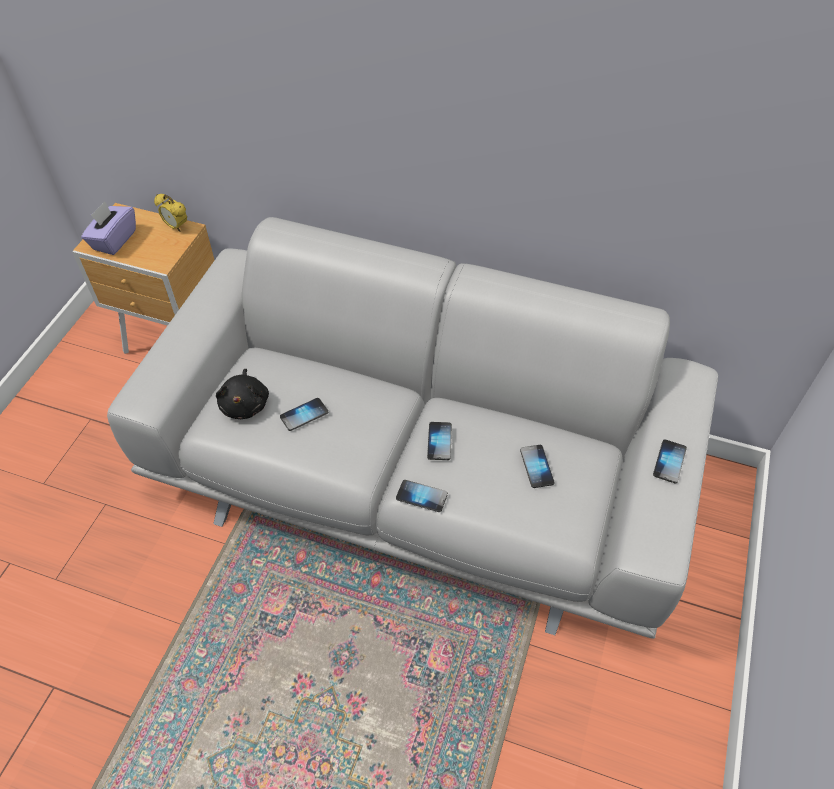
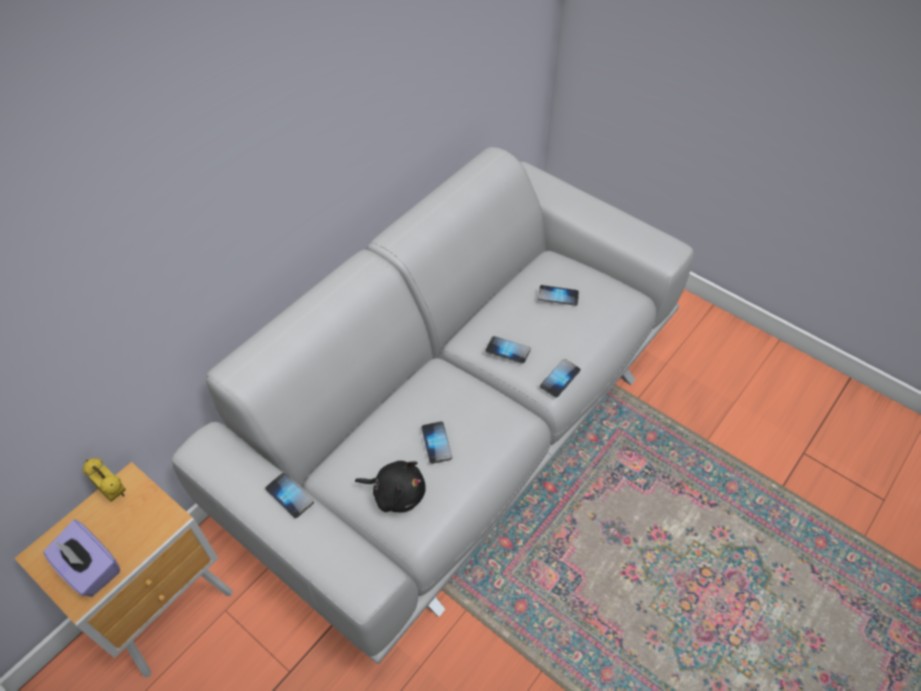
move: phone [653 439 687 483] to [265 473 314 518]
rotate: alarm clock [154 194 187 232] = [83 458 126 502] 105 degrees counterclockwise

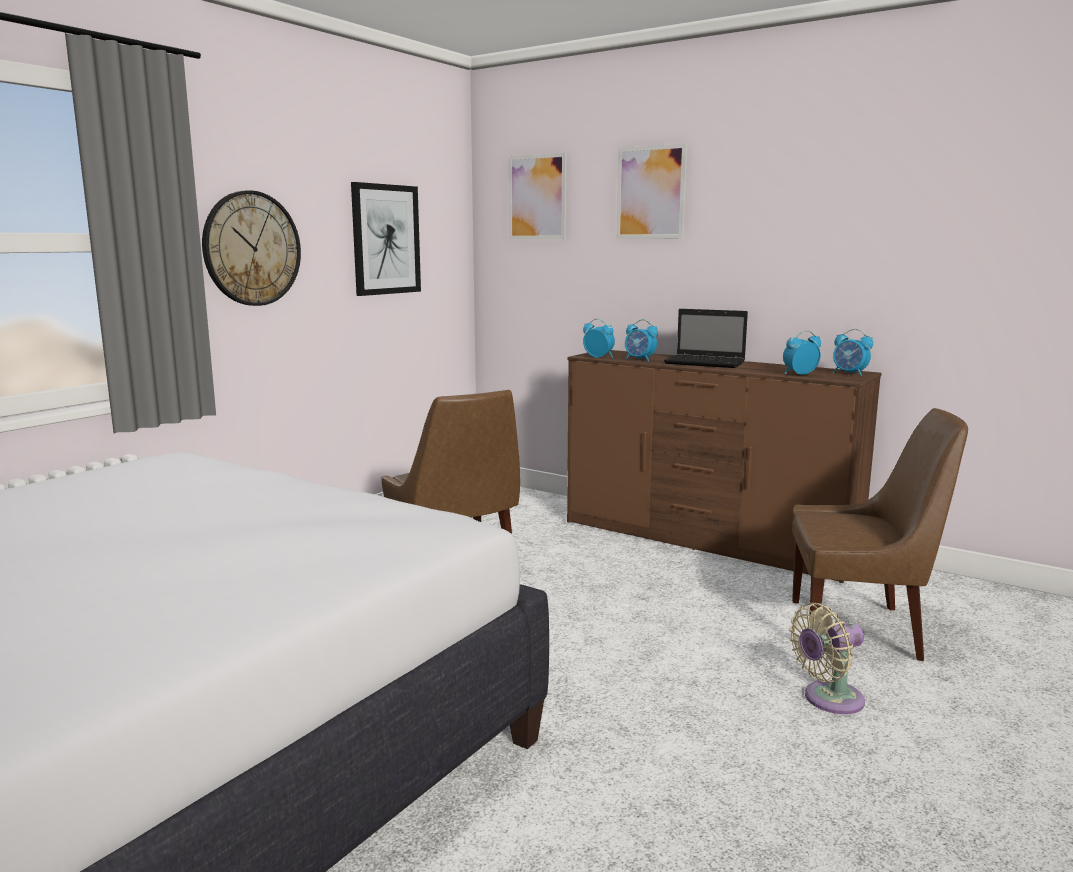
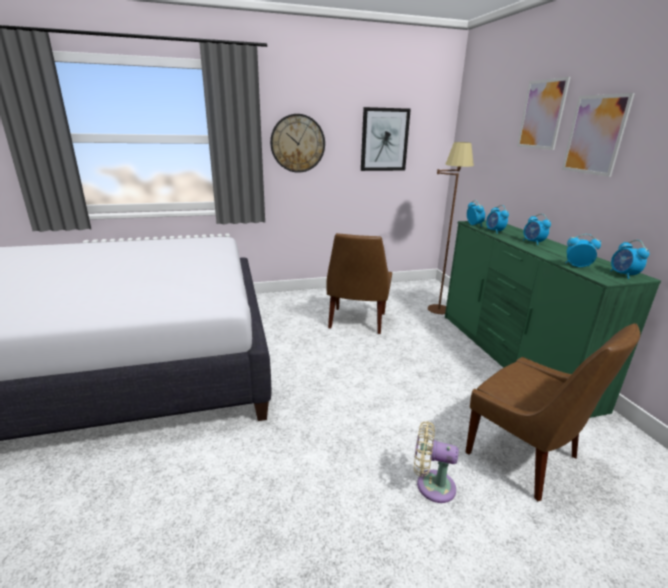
insert: brown floor lamp [428 142 474 314]
move: wall art [508 153 566 239] to [562 93 635 177]
replace: notebook computer [664 309 748 368] to alarm clock [523 214 551 245]
recolor: brown chest of drawers [567 350 882 583] to green chest of drawers [445 220 661 418]

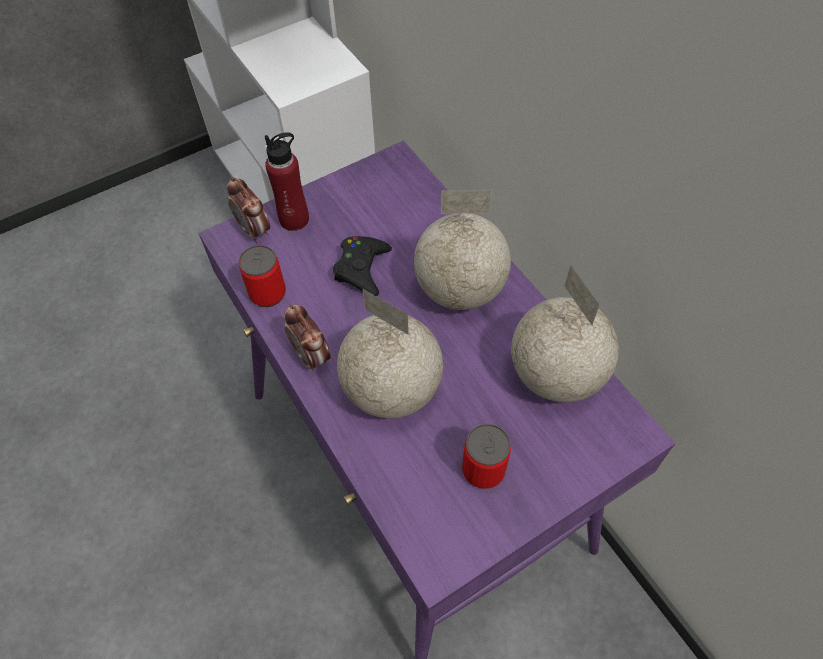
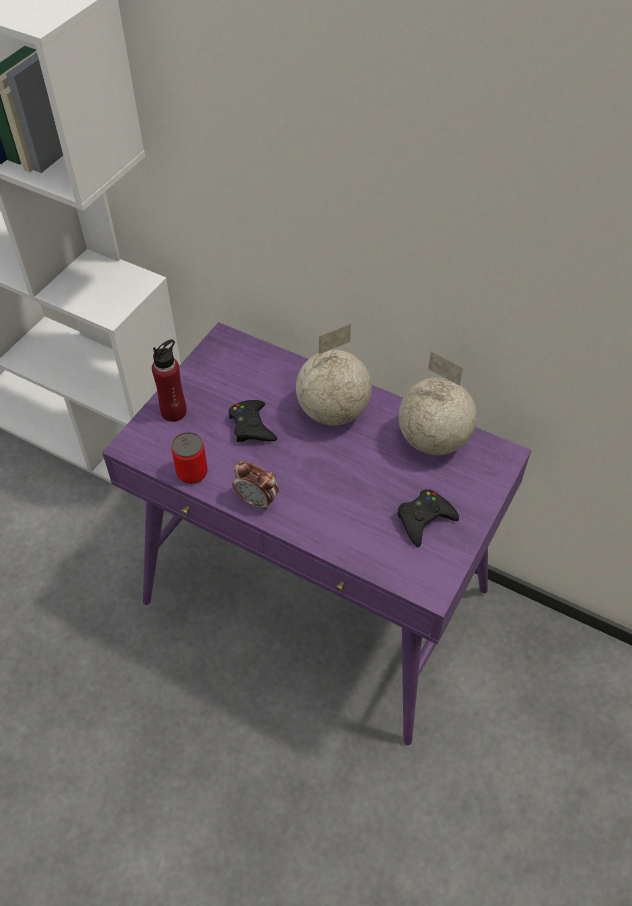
delete: alarm clock [227 177 270 243]; globe [337 289 443 418]
replace: can [462 424 511 489] to black joypad [398 489 459 547]

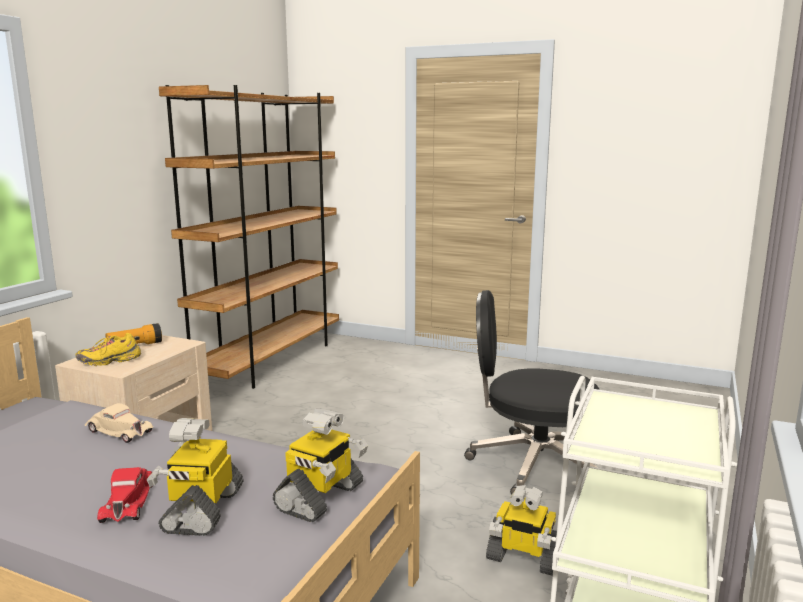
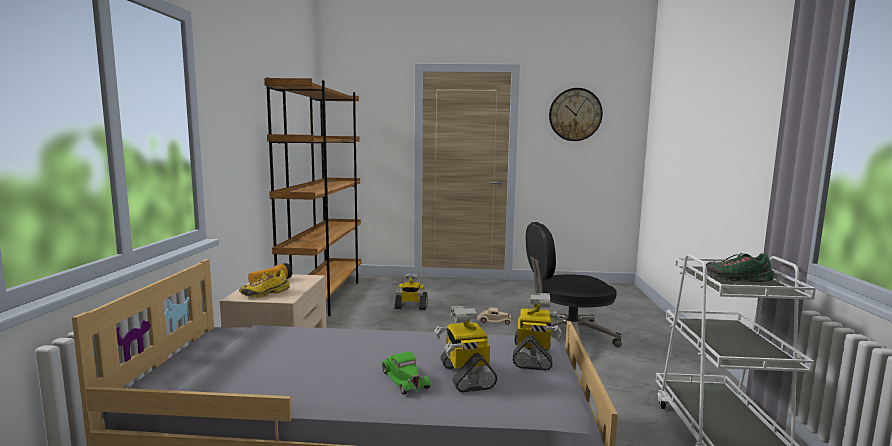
insert: clock on the wall [549 88 603 141]; green item of footwear [706 253 774 282]
move: model robot [486 485 557 576] to [395 273 428 310]; beige miniature car [85 403 153 443] to [477 307 511 324]
recolor: red-coloured miniature car [97 467 153 523] to green miniature car [381 352 431 395]

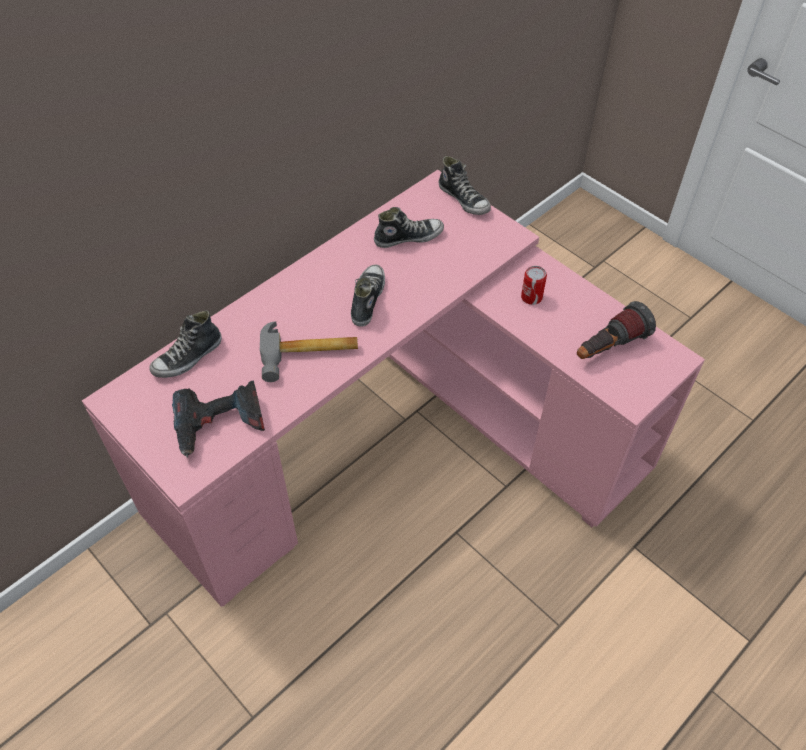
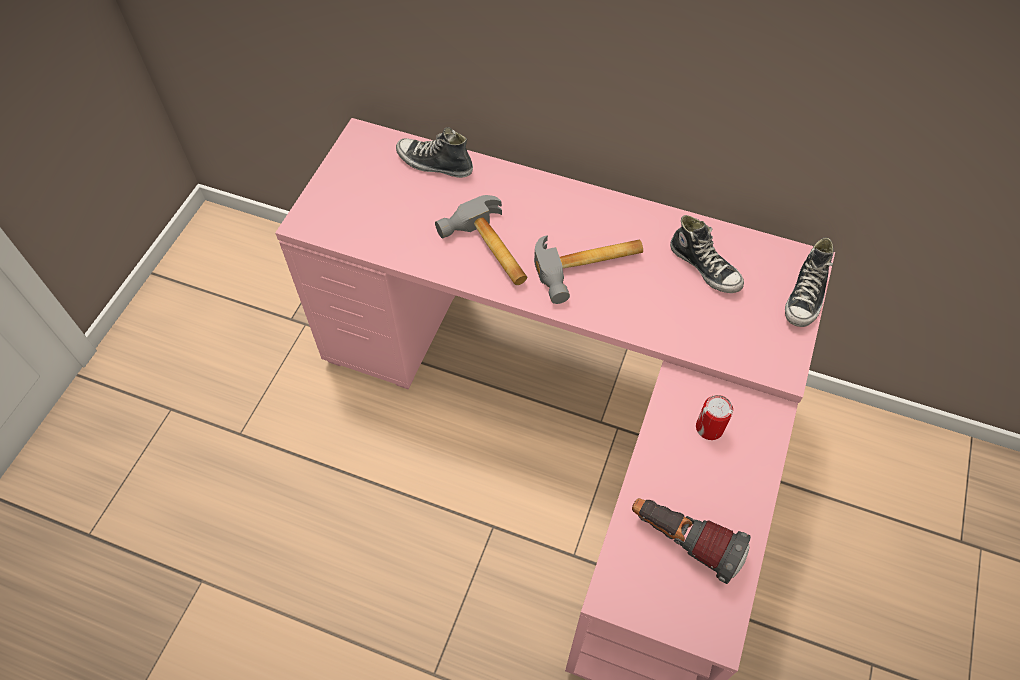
delete: drill [172 380 265 457]
replace: item of footwear [351 264 385 327] to hand hammer [534 235 643 304]

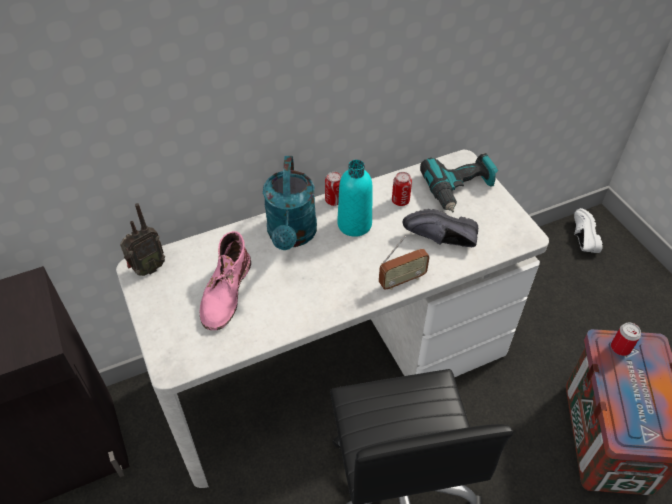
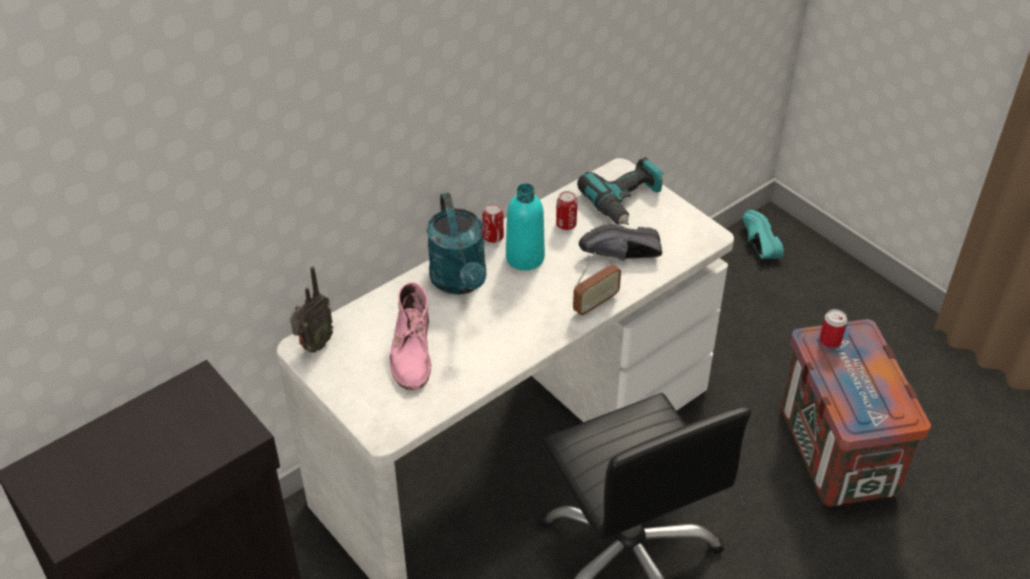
recolor: white item of footwear [574 208 603 253] to turquoise-coloured item of footwear [743 210 784 259]

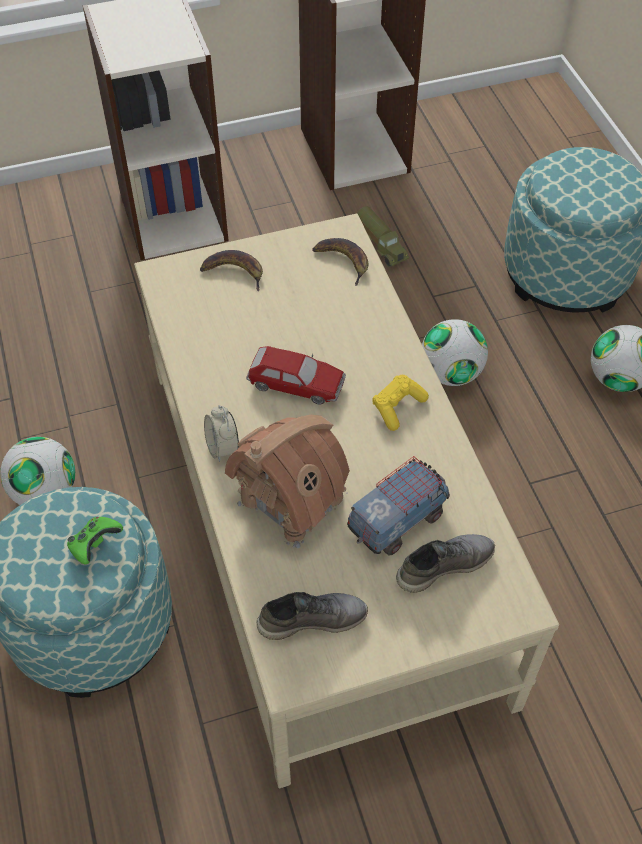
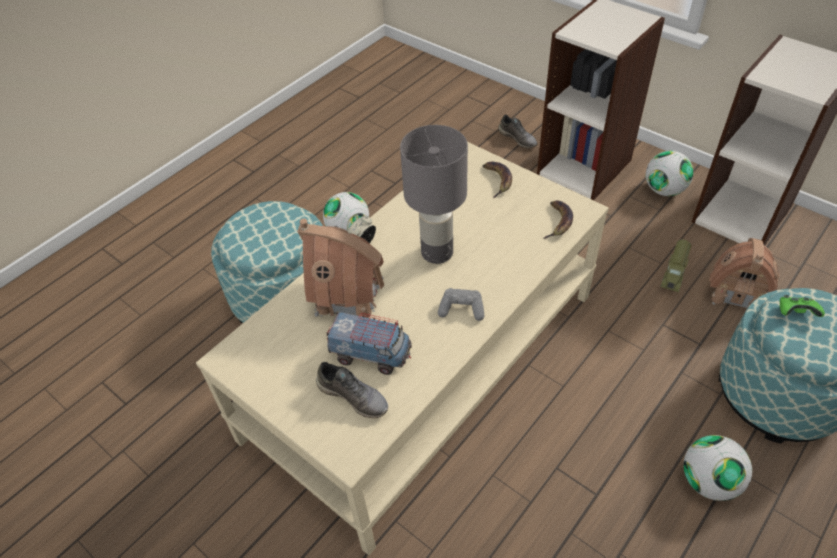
insert: miniature house [709 238 779 308]
move: greyish item of footwear [257 592 368 640] to [498 114 537 148]; ball for football [422 319 488 386] to [646 151 693 196]; green joypad [67 517 123 564] to [780 295 825 317]
replace: miniature car [246 346 346 405] to greyish lamp for a table [400 125 468 264]
recolor: yellowish joypad [372 375 429 431] to greyish joypad [438 288 484 321]

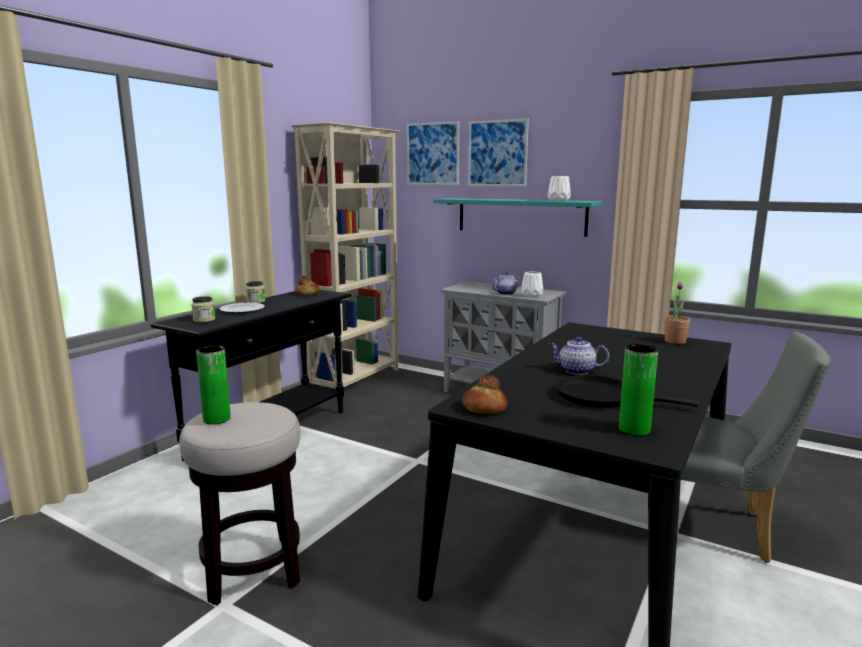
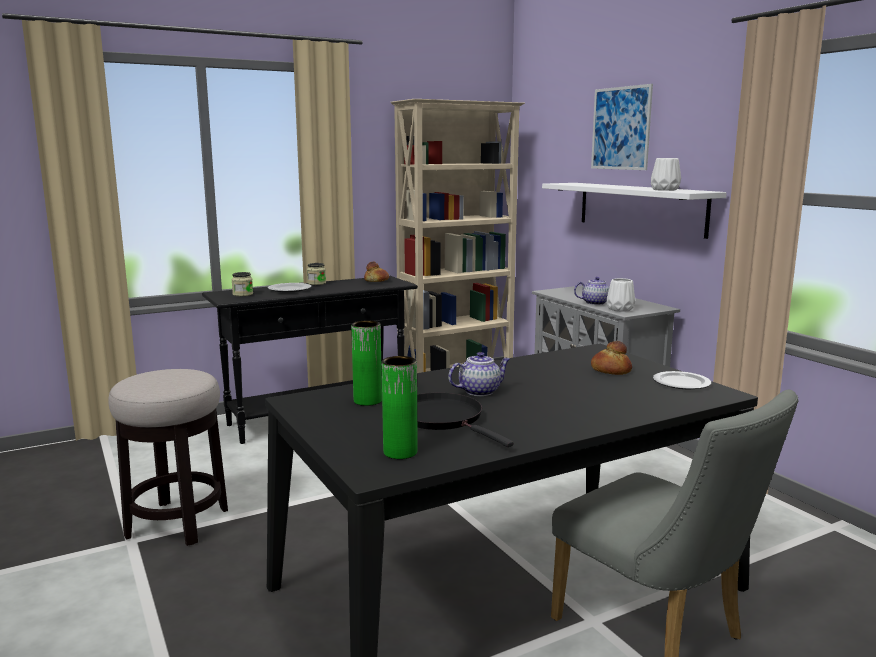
delete: wall art [407 121 459 185]
move: green flower vase [196 345 231 424] to [351 321 382 406]; baked bread [462 375 507 414] to [591 341 632 375]
replace: potted plant [664 282 690 344] to plate [653 371 711 389]
recolor: turquoise-coloured bracket shelf [433 198 603 237] to white bracket shelf [542 183 727 239]
rotate: tea pot [549 337 609 375] = [448 352 510 396] 105 degrees clockwise

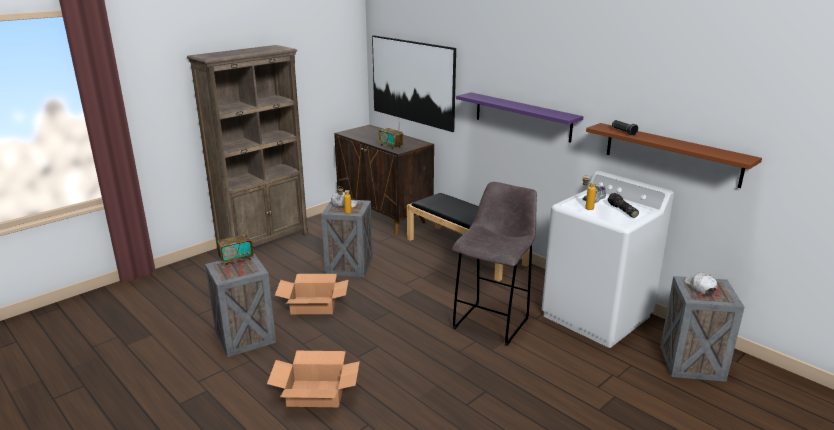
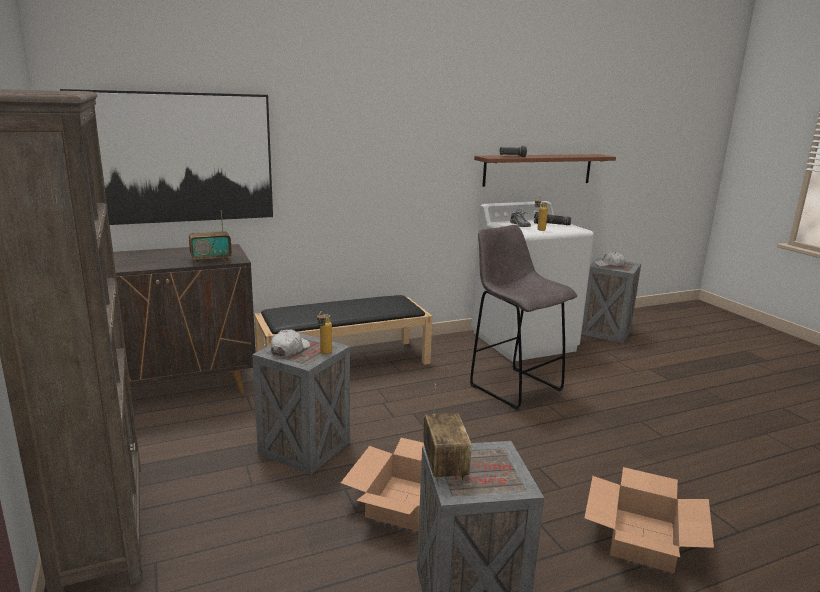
delete: purple bracket shelf [456 92 583 143]

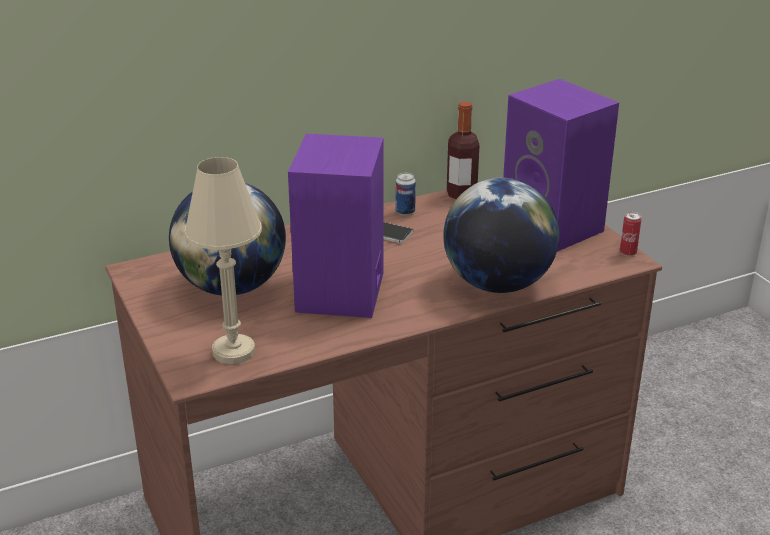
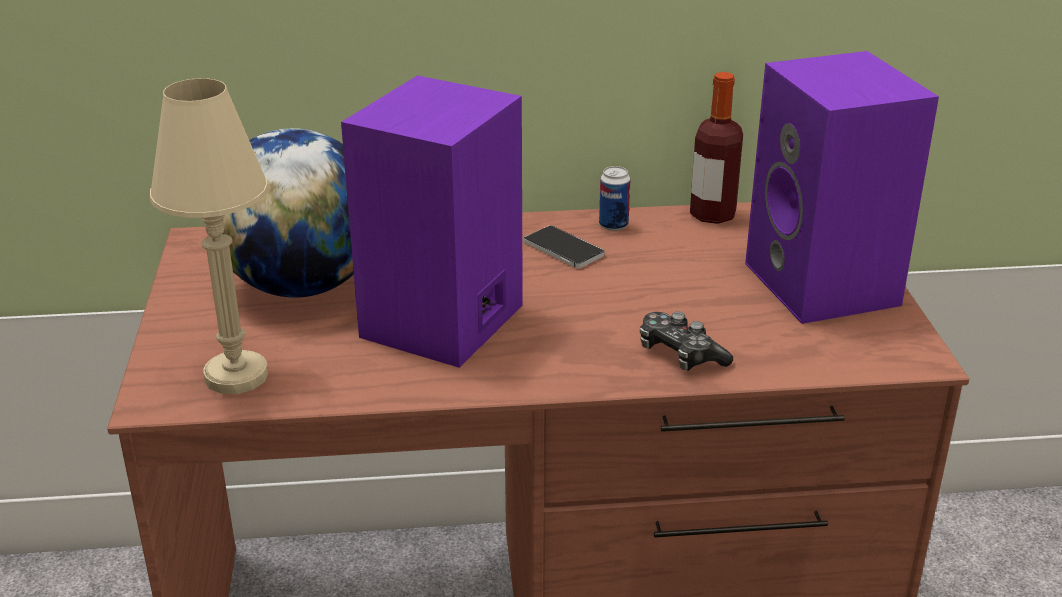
delete: can [620 212 641 256]
replace: globe [443 178 559 293] to joypad [640 311 733 371]

